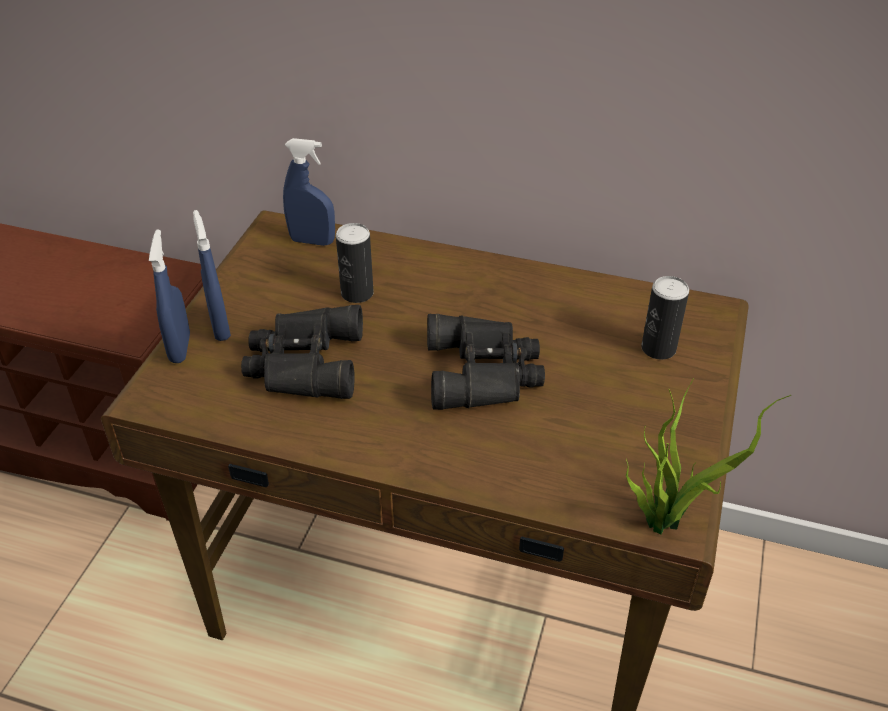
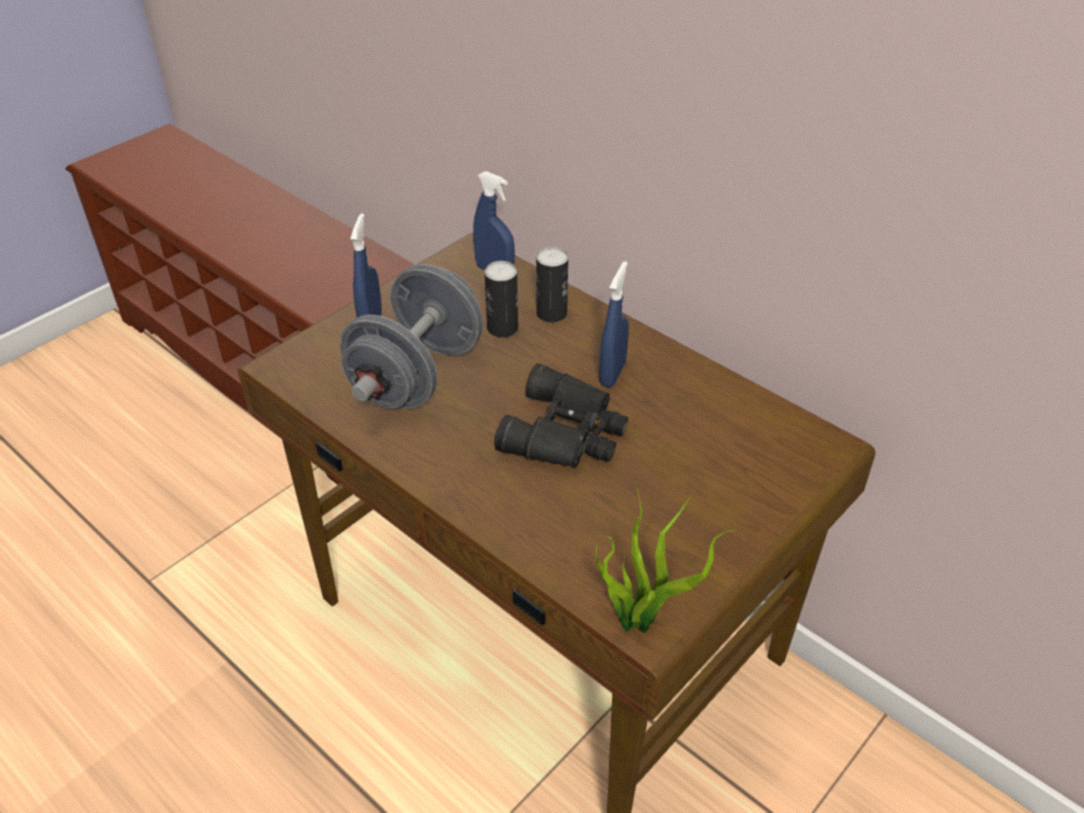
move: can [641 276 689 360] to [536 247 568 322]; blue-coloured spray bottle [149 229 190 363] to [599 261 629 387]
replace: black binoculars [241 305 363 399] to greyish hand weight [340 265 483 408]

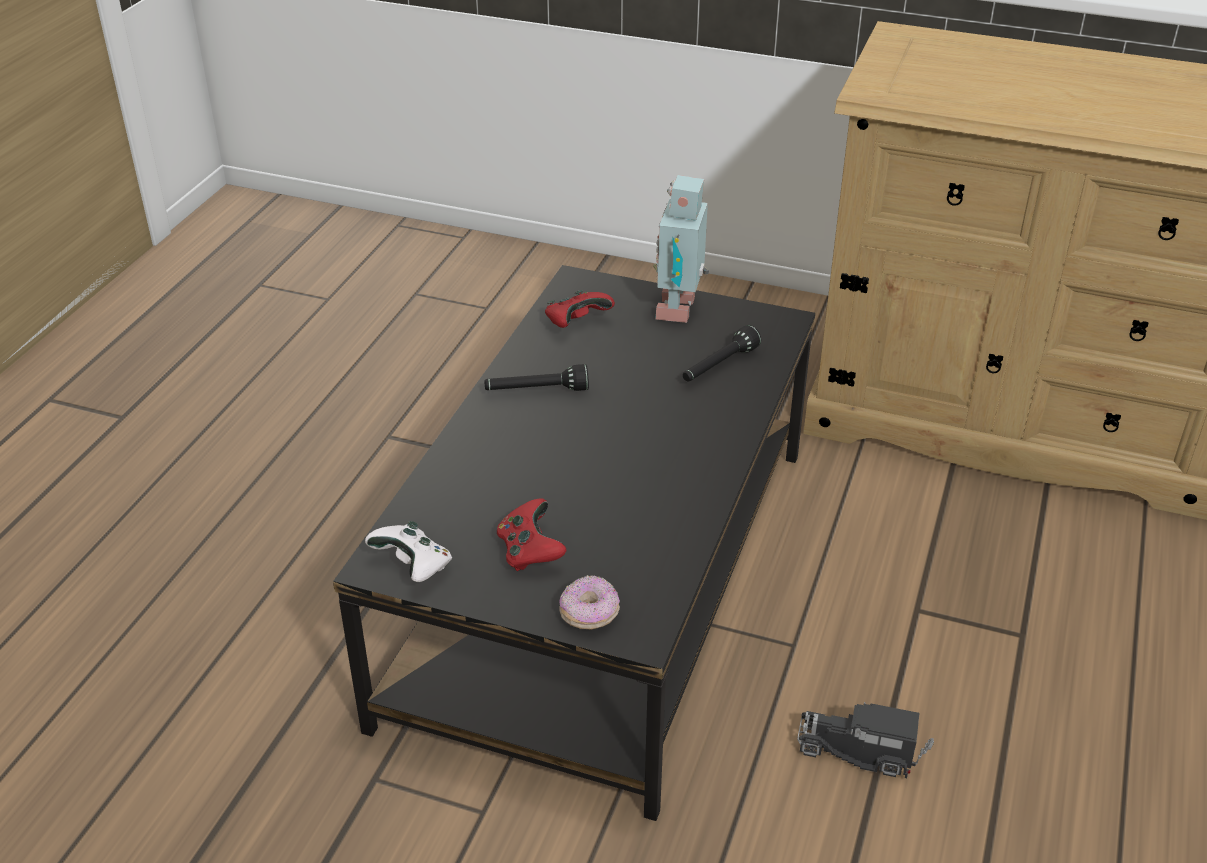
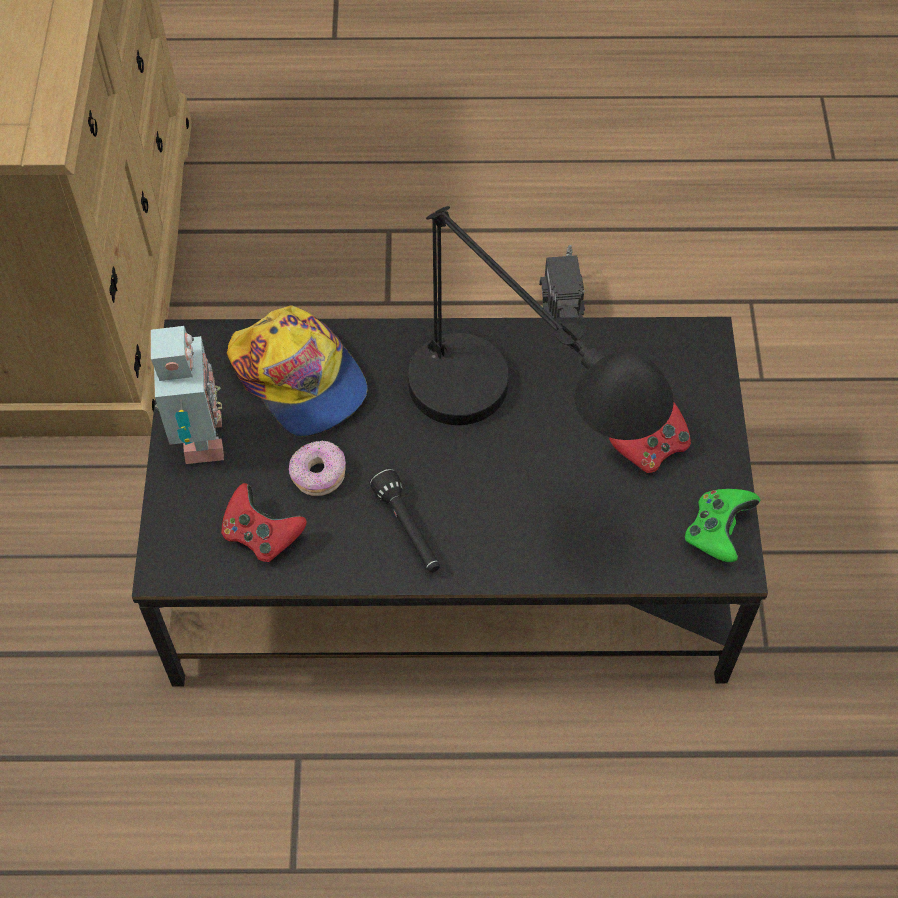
insert: black lamp for a table [408 206 674 440]
move: ring doughnut [559 575 620 630] to [289 441 346 496]
replace: black hand torch [683 325 761 381] to baseball cap [227 305 367 437]
recolor: white joypad [365 521 452 582] to green joypad [685 489 760 562]
rotate: model robot [653 175 709 323] = [151 326 224 464] 90 degrees counterclockwise

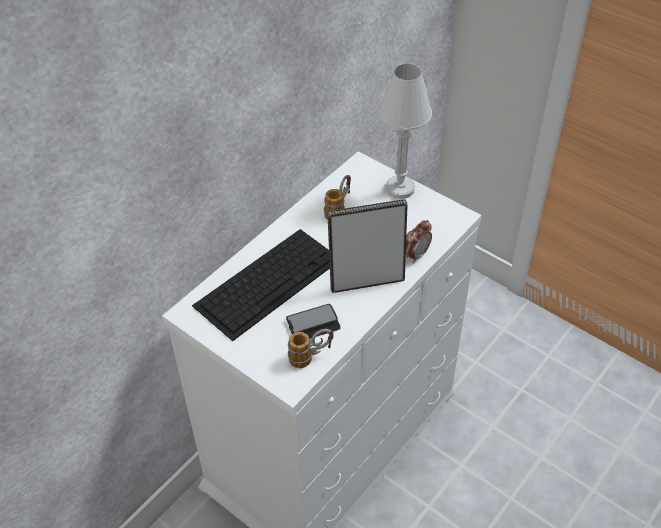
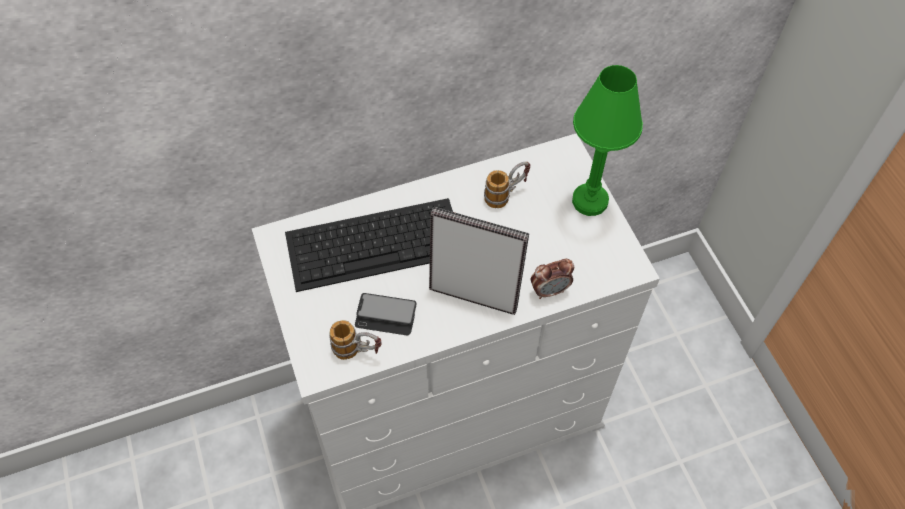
recolor: white lamp for a table [378 64 432 199] to green lamp for a table [572 65 643 216]

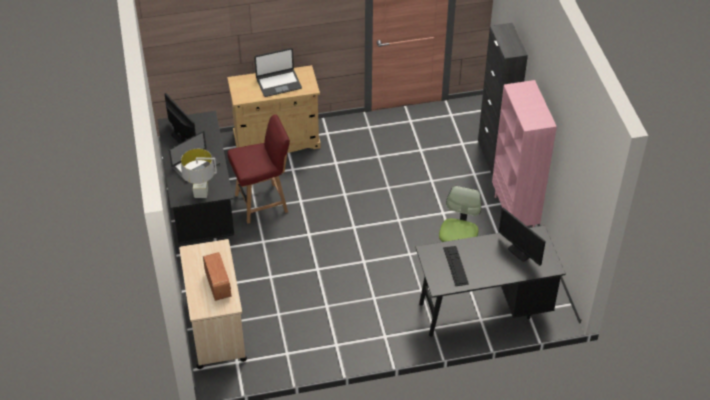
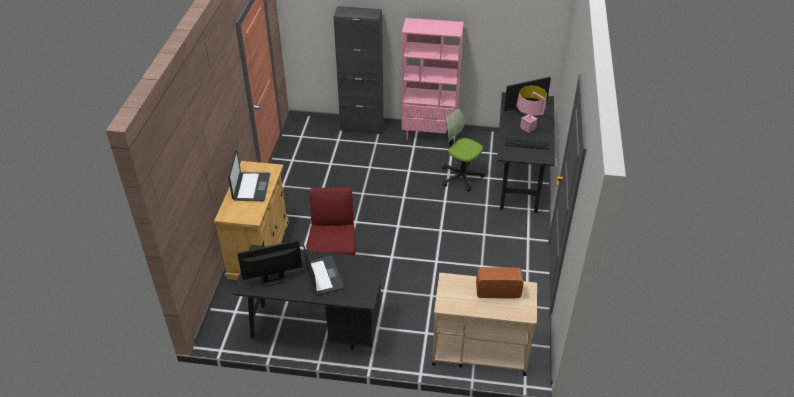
delete: greyish lamp for a table [181 149 217 198]
insert: pinkish lamp for a table [517 86 547 133]

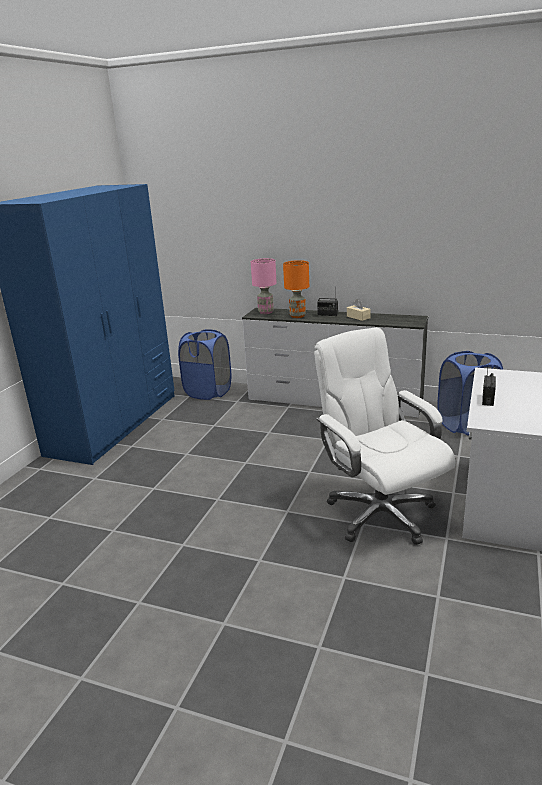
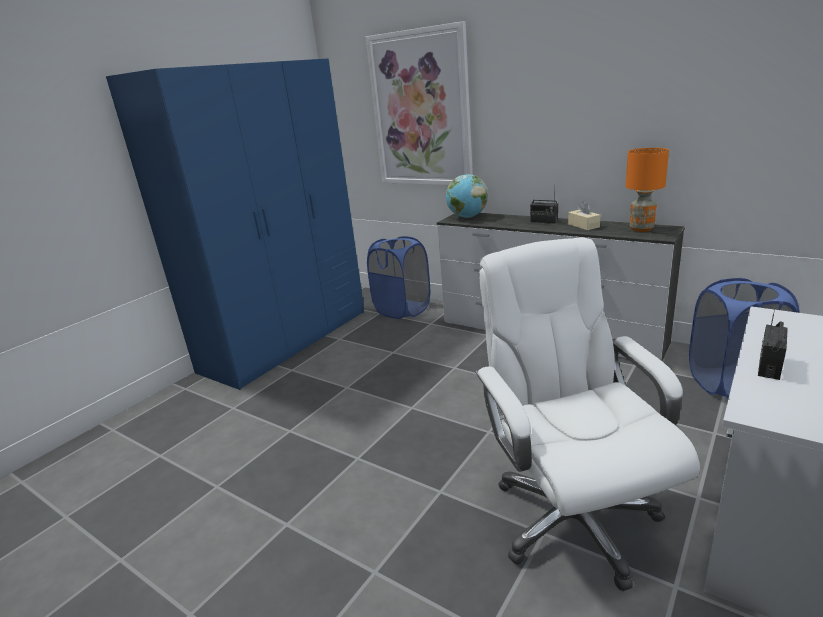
insert: wall art [366 21 473 185]
move: orange lamp for a table [283 260 309 318] to [626 148 669 232]
replace: pinkish lamp for a table [251 258 277 314] to globe [446 174 488 218]

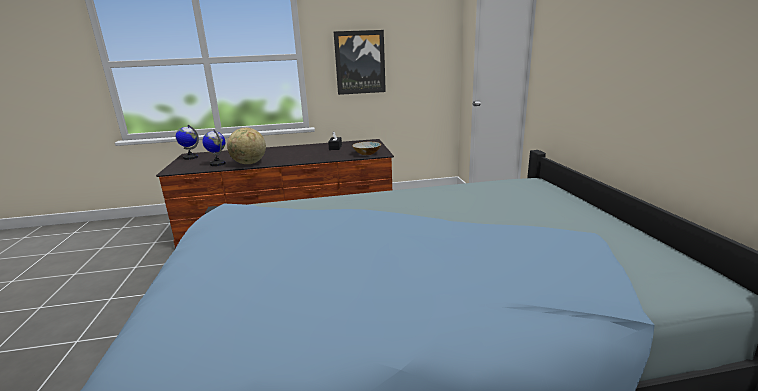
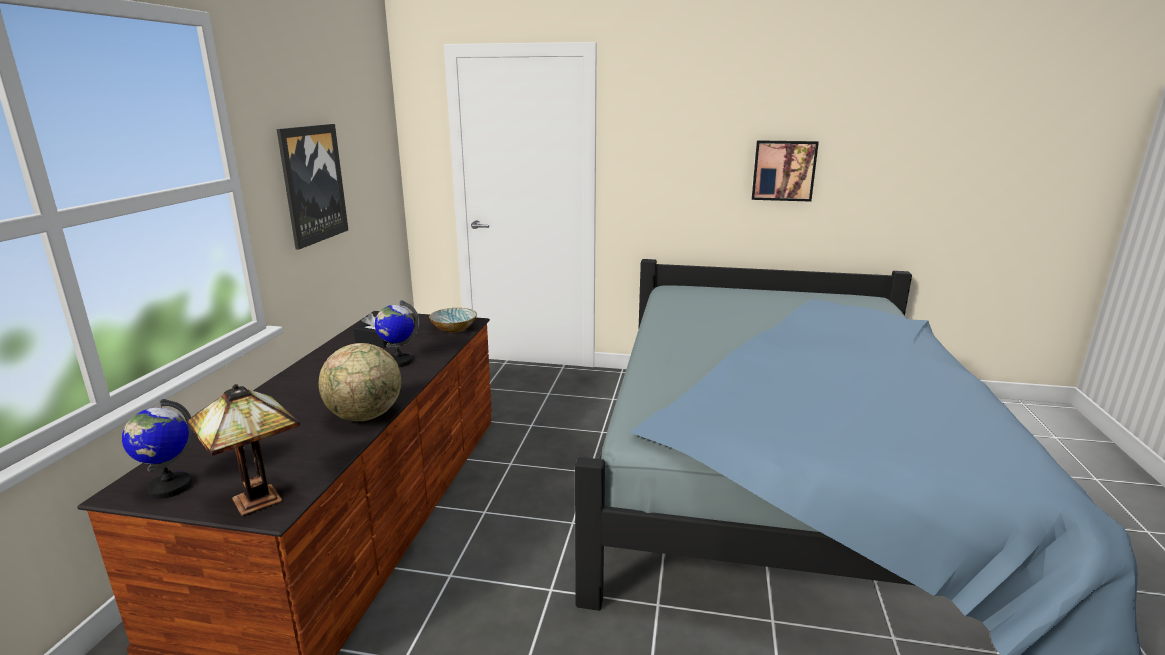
insert: lamp for a table [188 384 300 516]; wall art [752 140 819 202]
move: globe [202 130 226 166] to [375 300 419 367]

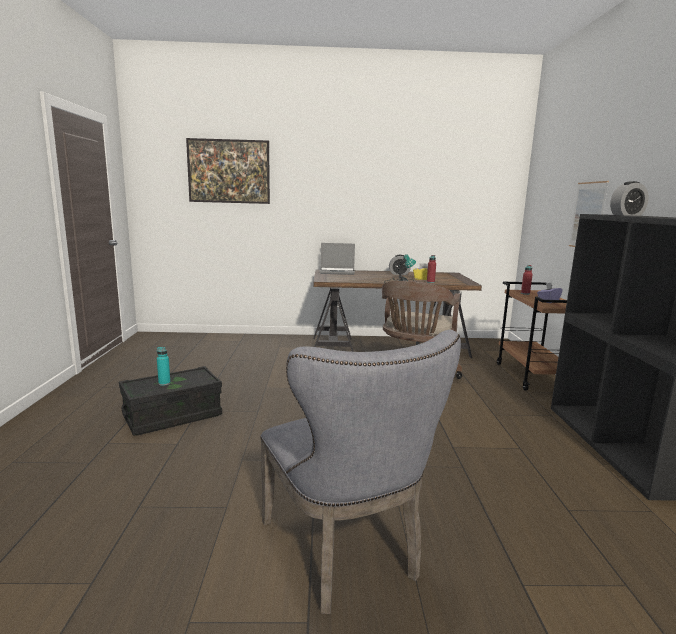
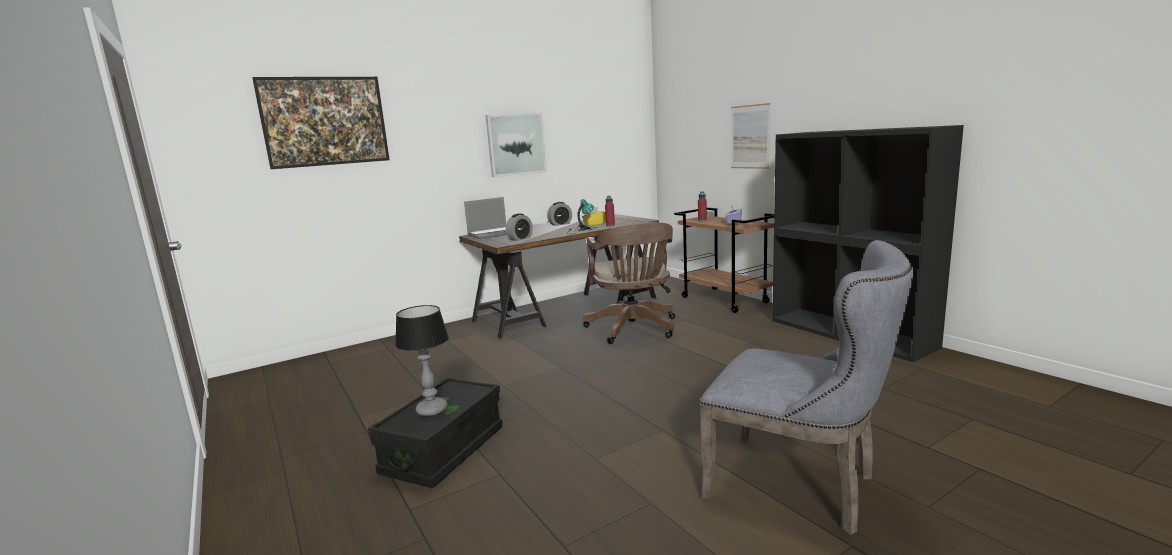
insert: wall art [485 113 546 177]
move: alarm clock [610 181 649 216] to [506 213 533 241]
replace: turquoise-coloured drink bottle [157 347 171 386] to lamp for a table [395 305 449 416]

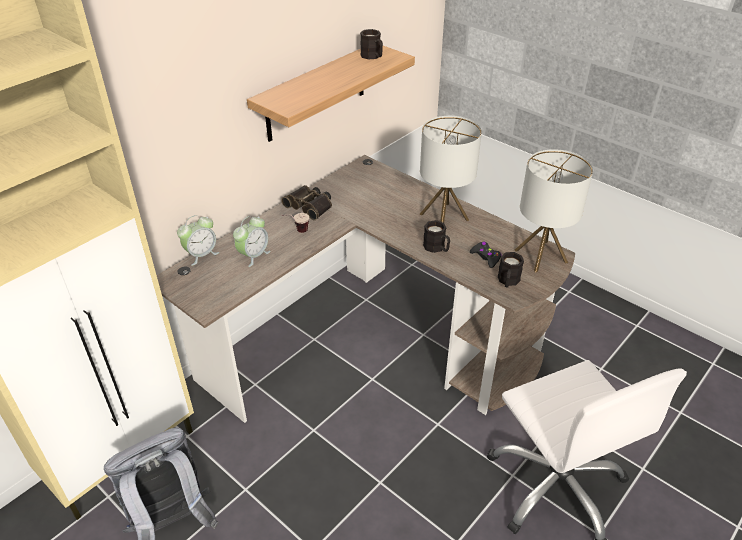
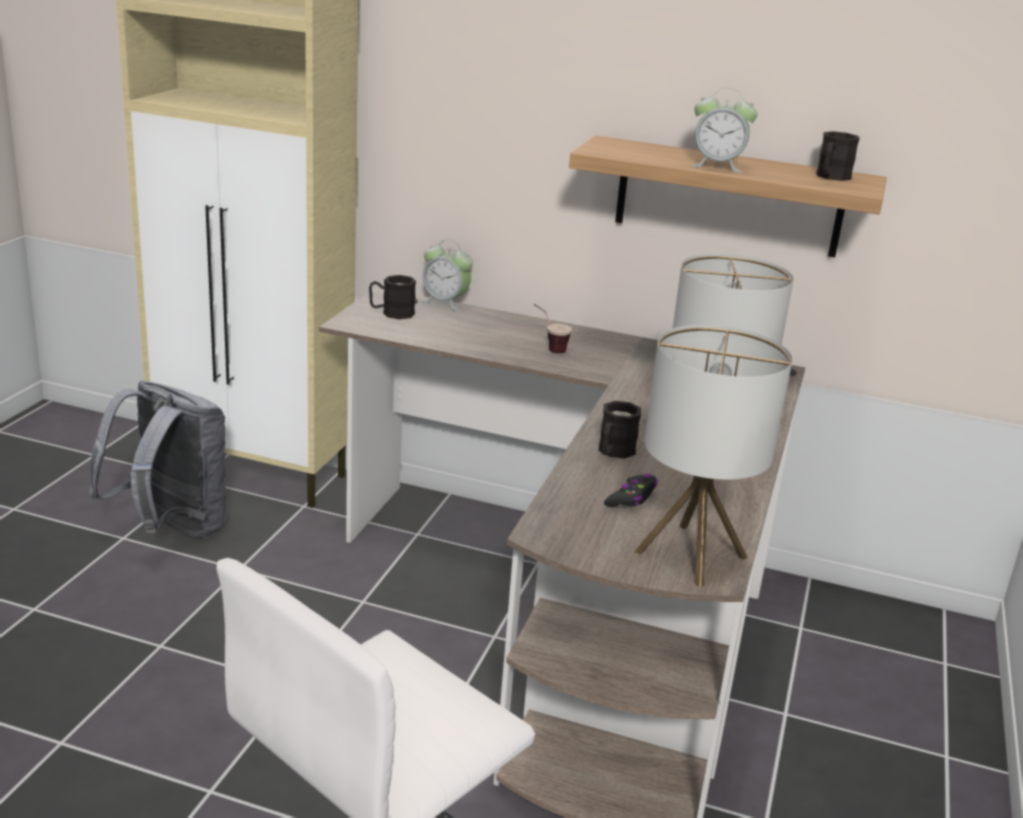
delete: binoculars [281 185 332 220]
move: black coffee mug [498 252 524 288] to [369 275 416 319]; alarm clock [233 216 271 267] to [690 88 757 172]

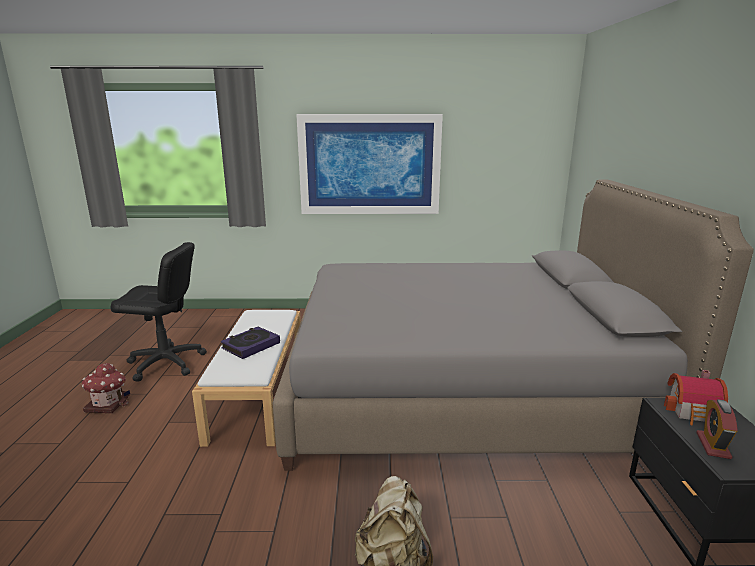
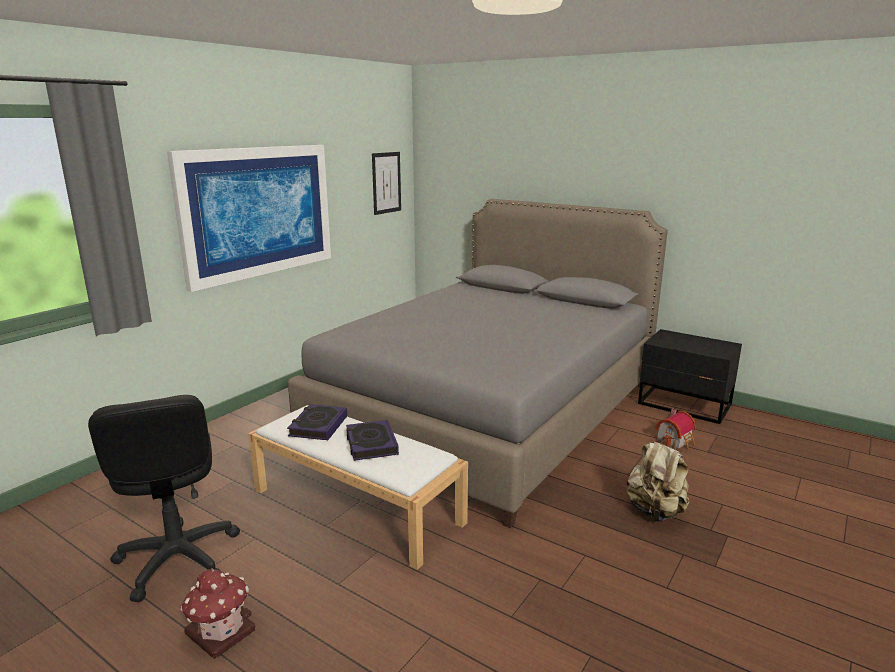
delete: alarm clock [696 399 738 459]
insert: bound book [287 404 347 440]; wall art [372 152 401 215]
move: miniature house [664 370 728 425] to [655 409 696 450]
rotate: black office chair [110 242 207 382] = [88 395 240 602] 120 degrees clockwise

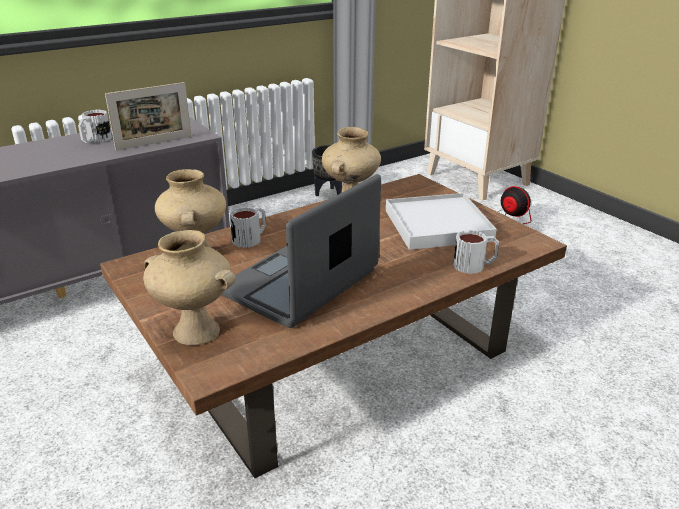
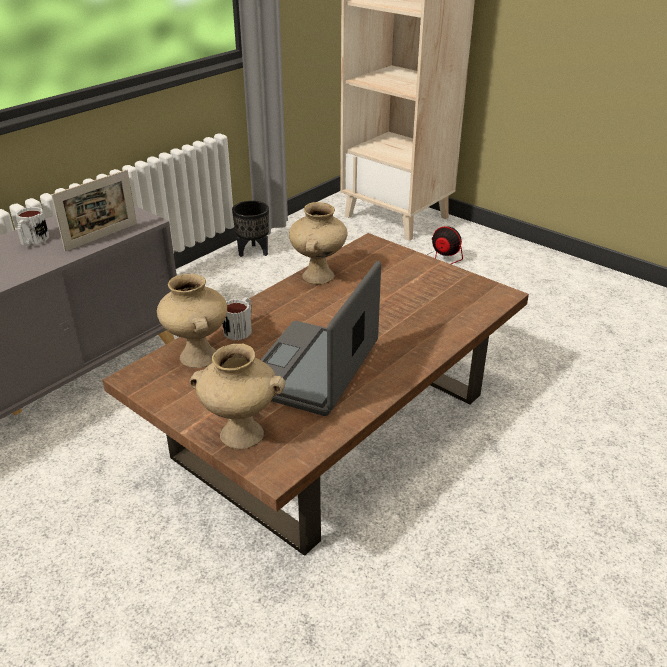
delete: white carrying tray [386 193 497 250]; coffee mug [453 230 499 274]

